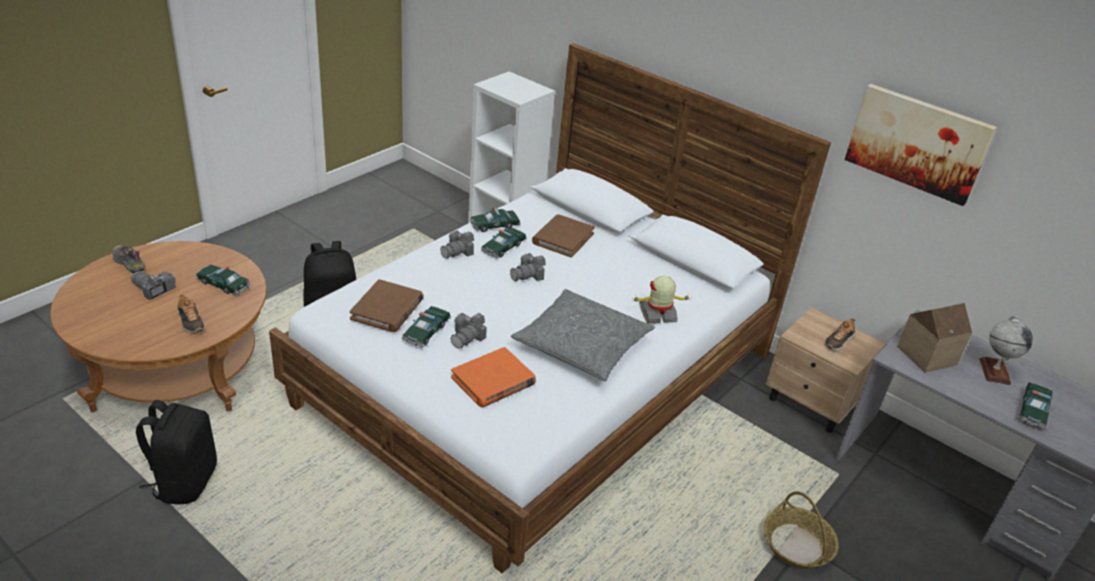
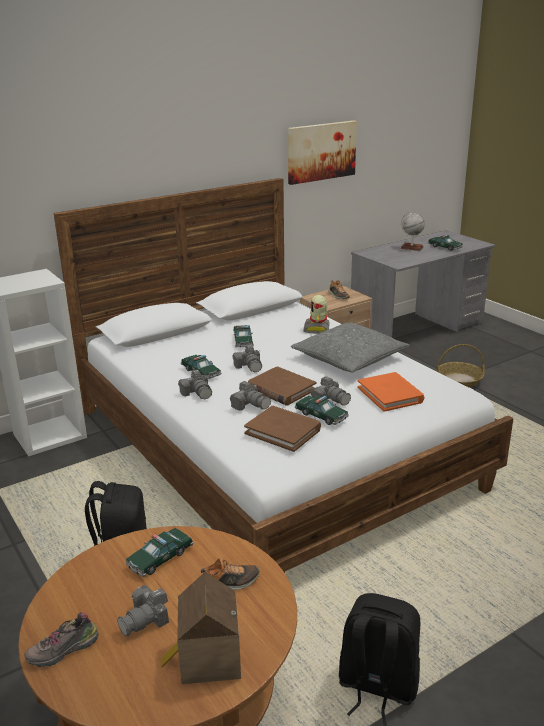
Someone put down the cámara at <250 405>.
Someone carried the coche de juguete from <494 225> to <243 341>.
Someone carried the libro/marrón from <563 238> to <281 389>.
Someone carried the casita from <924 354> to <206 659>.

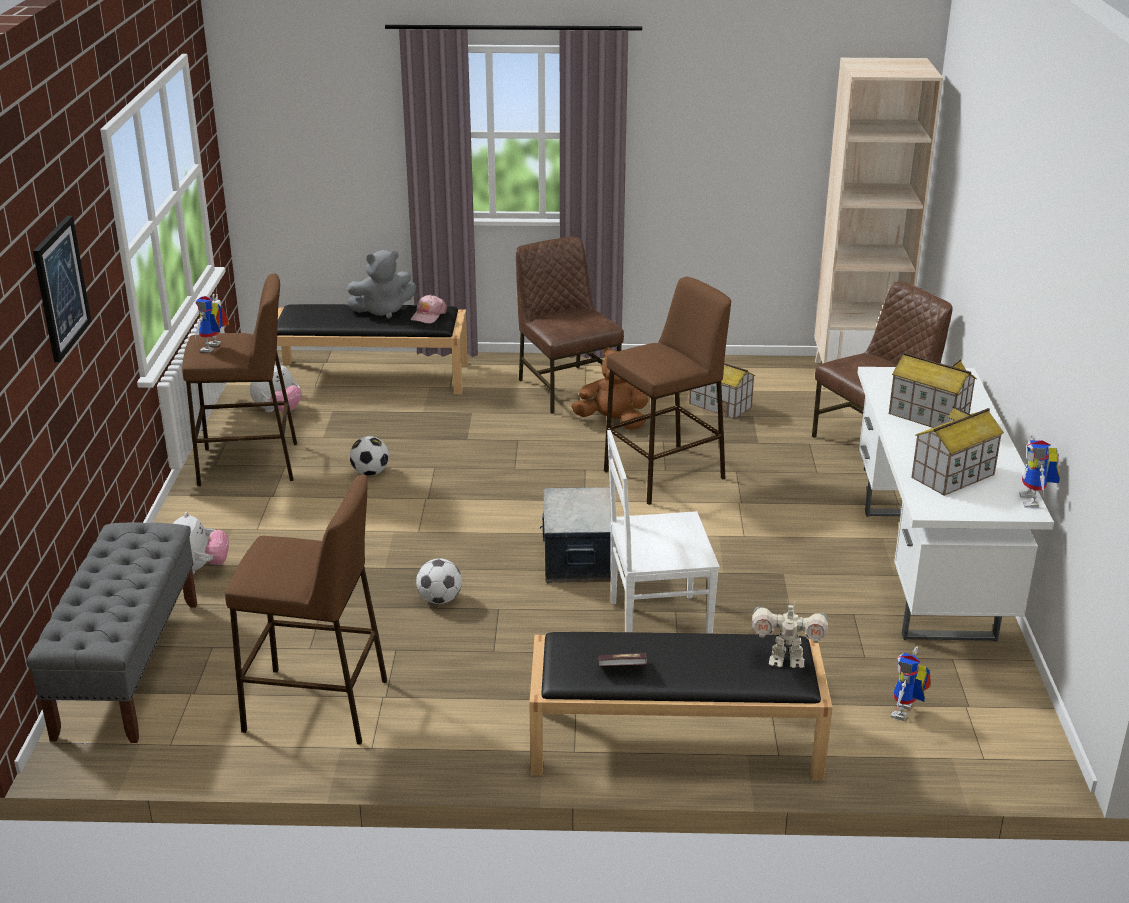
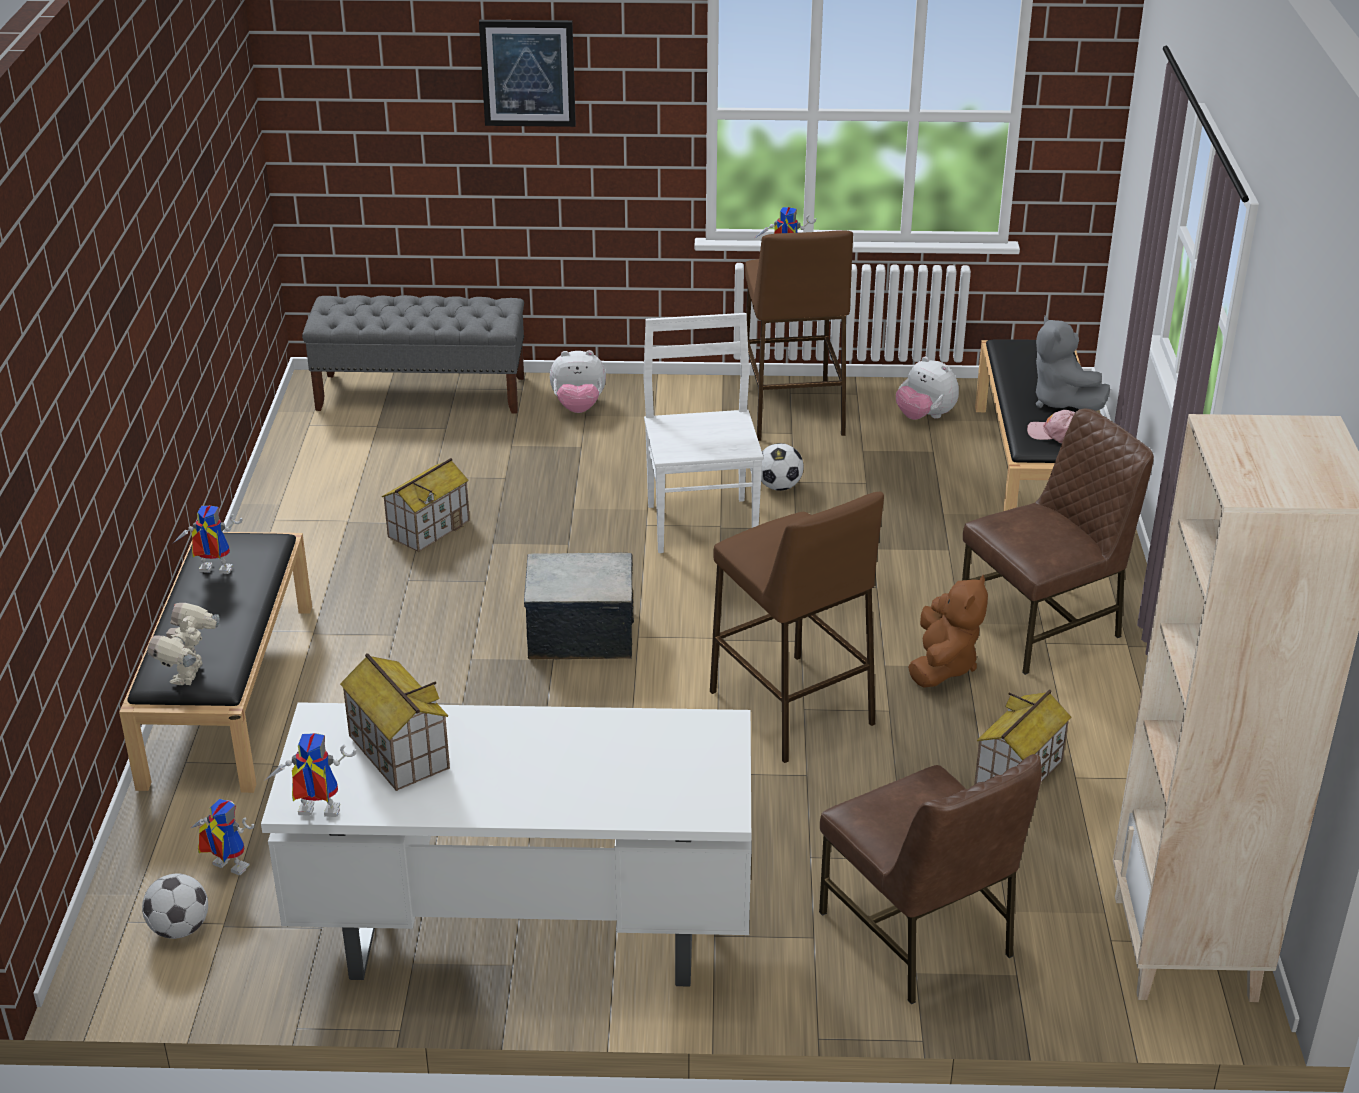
Someone took away the taburete/marrón at <317 706>.
Someone carried the balón de fútbol from <440 600> to <180 928>.
Someone carried the silla/blanco from <655 625> to <701 523>.
Someone carried the casita from <927 416> to <429 528>.
Someone swapped the libro at <622 668> for the robot de juguete at <211 572>.

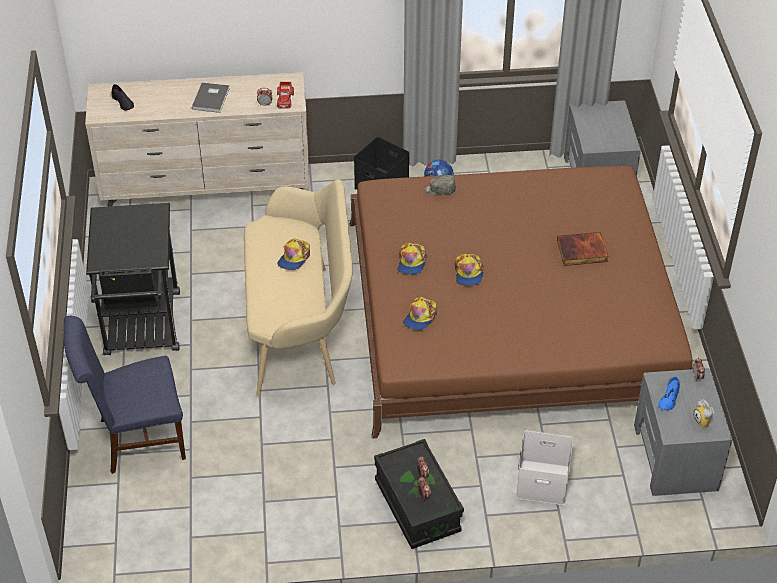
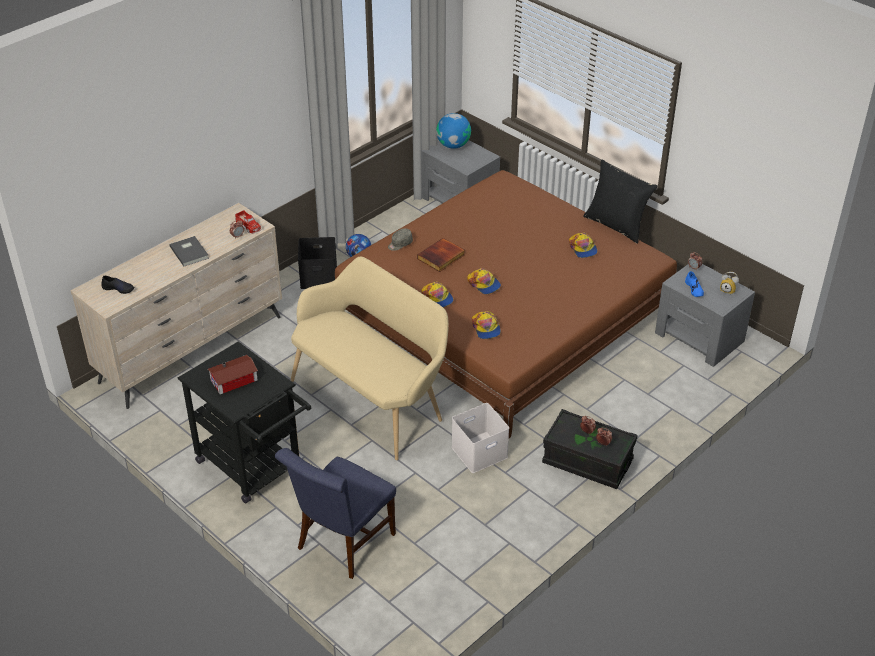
Someone put down the casita at <235 380>.
Someone put down the globo terráqueo at <453 145>.
Someone put down the cojín/negro at <616 225>.
Someone carried the gorra from <294 258> to <583 248>.
Someone carried the caja de almacenaje/blanco from <544 481> to <479 451>.
Someone carried the libro from <581 252> to <441 257>.

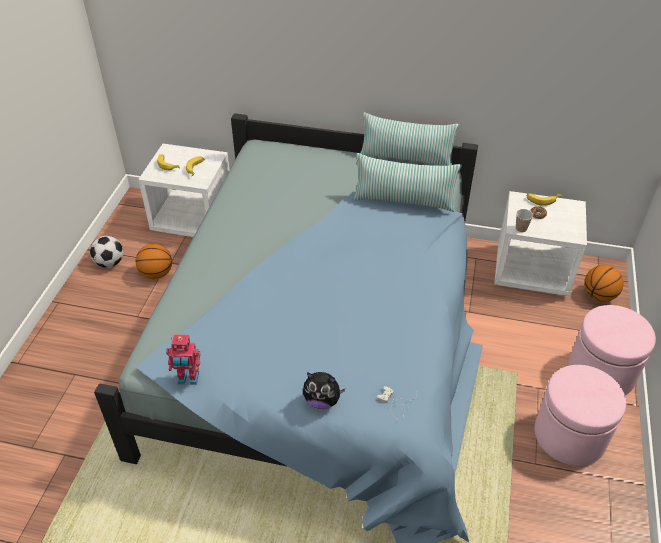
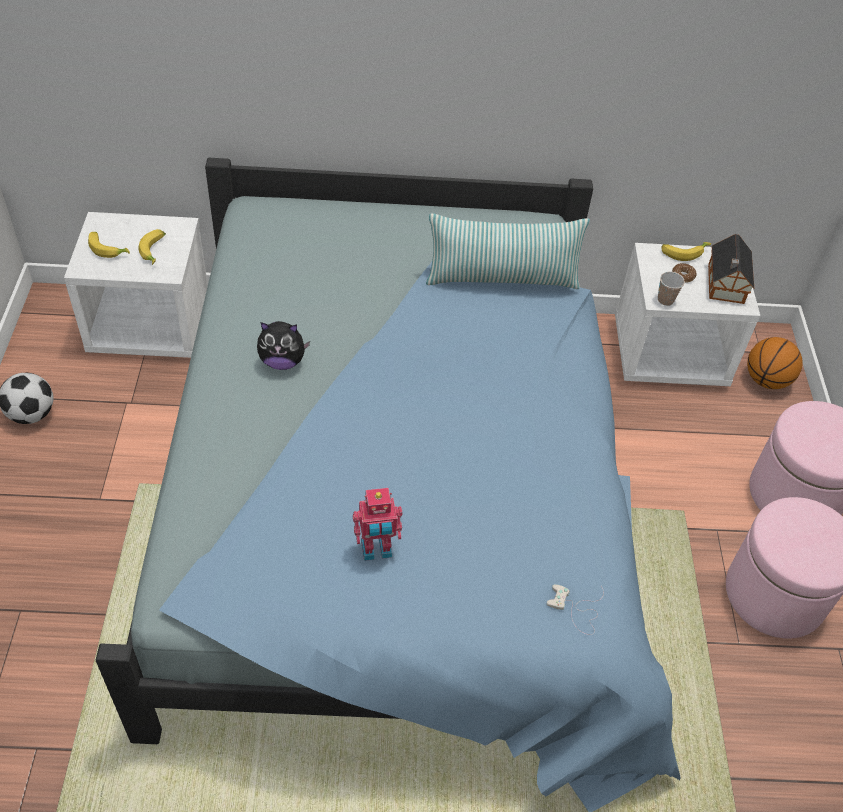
Someone took away the balón de baloncesto at <156 273>.
Someone took away the cojín at <406 158>.
Someone put down the casita at <725 285>.
Someone carried the robot de juguete from <188 379> to <376 550>.
Someone carried the peluche from <322 400> to <282 361>.

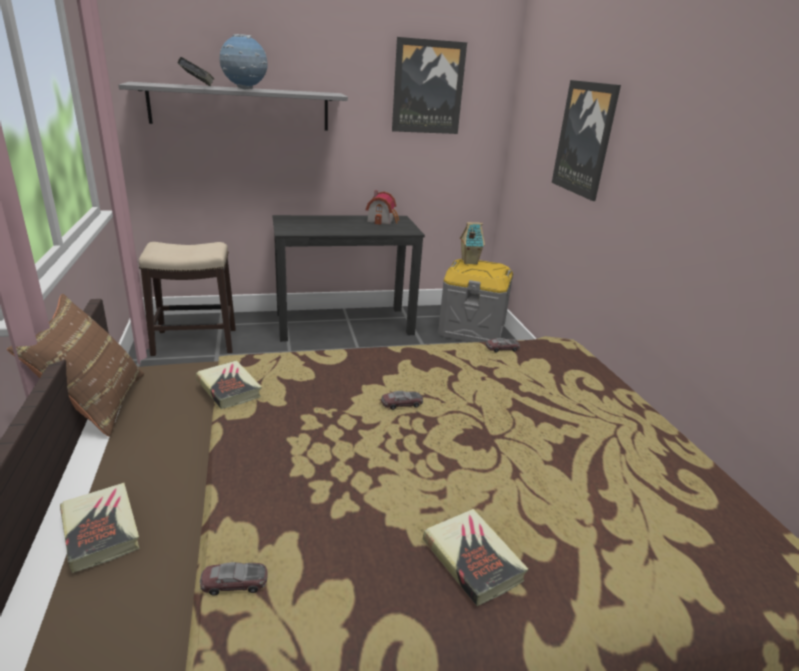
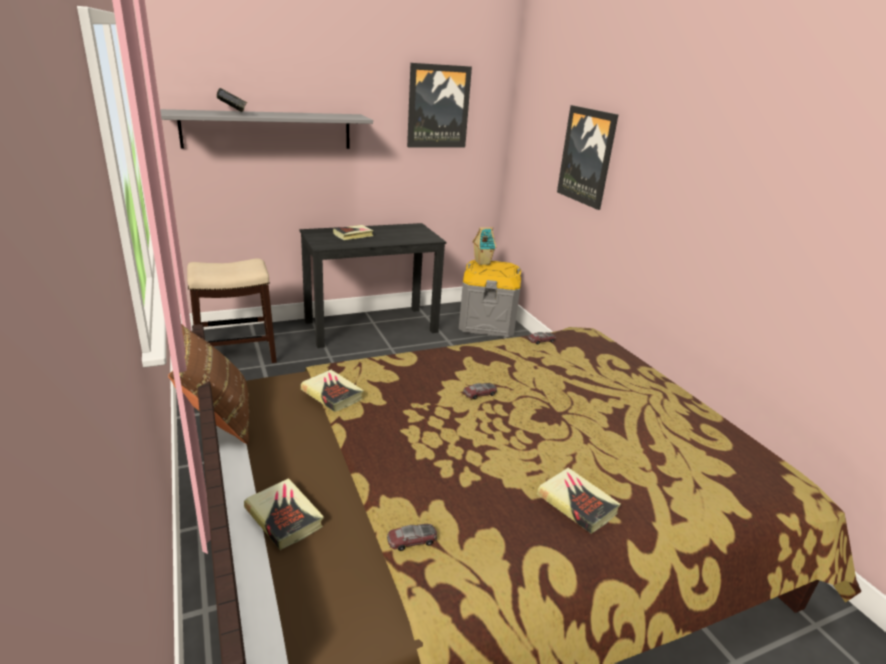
Someone took away the globo terráqueo at <245 89>.
Someone took away the casita at <382 220>.
Someone put down the libro at <353 235>.

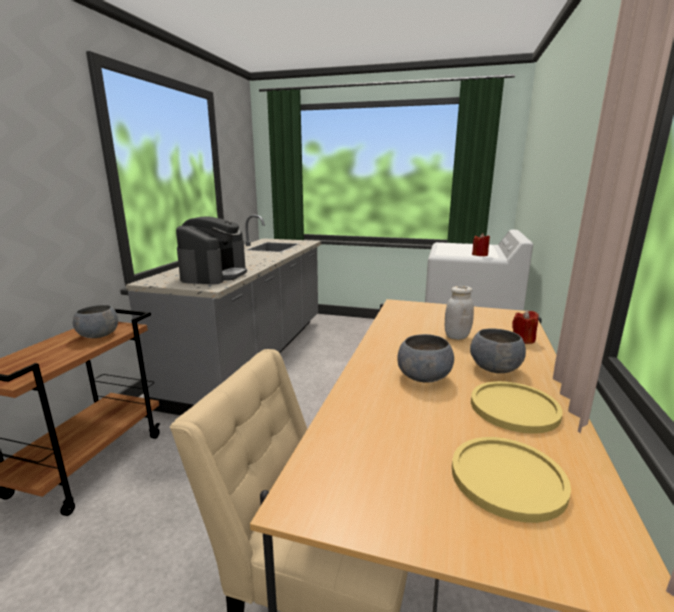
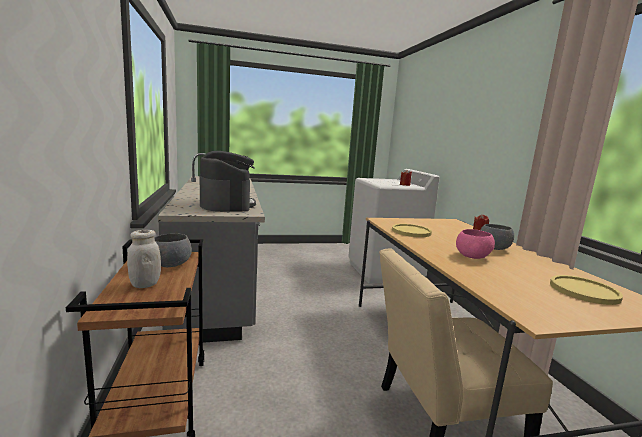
Someone carried the tarro/blanco from <456 336> to <145 284>.
Someone carried the plato/amarillo from <514 408> to <411 231>.
Someone repainted the cuenco/gris at <422 377>, which became the cuenco/rosa at <471 256>.

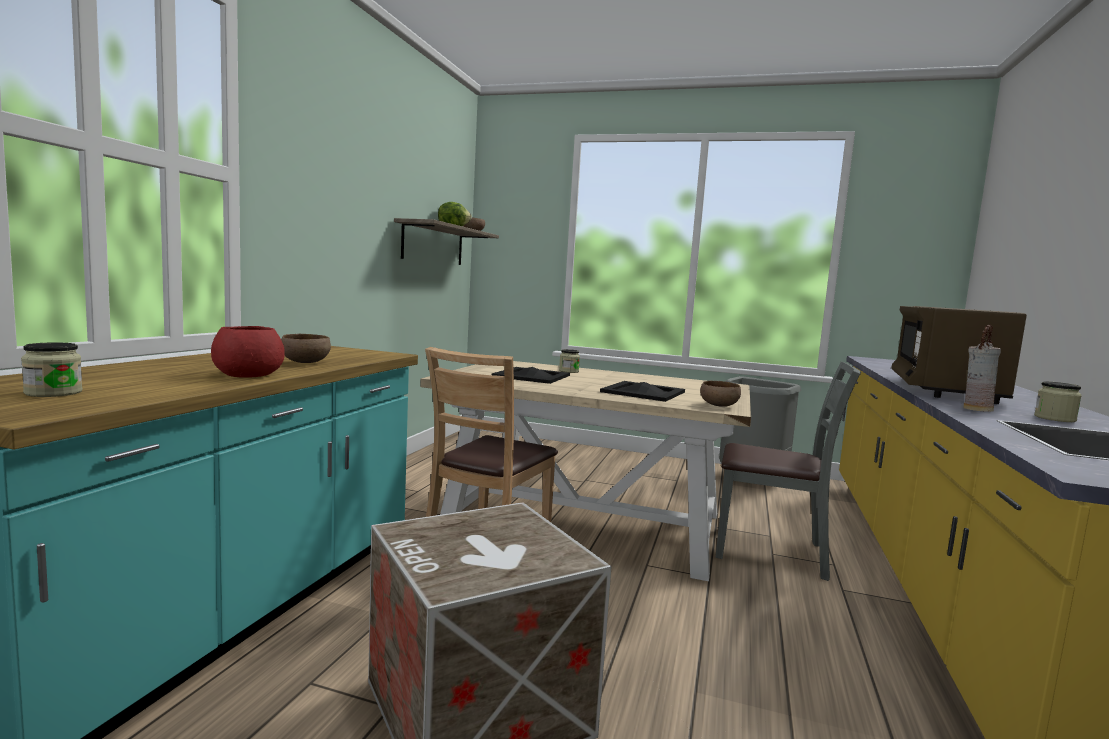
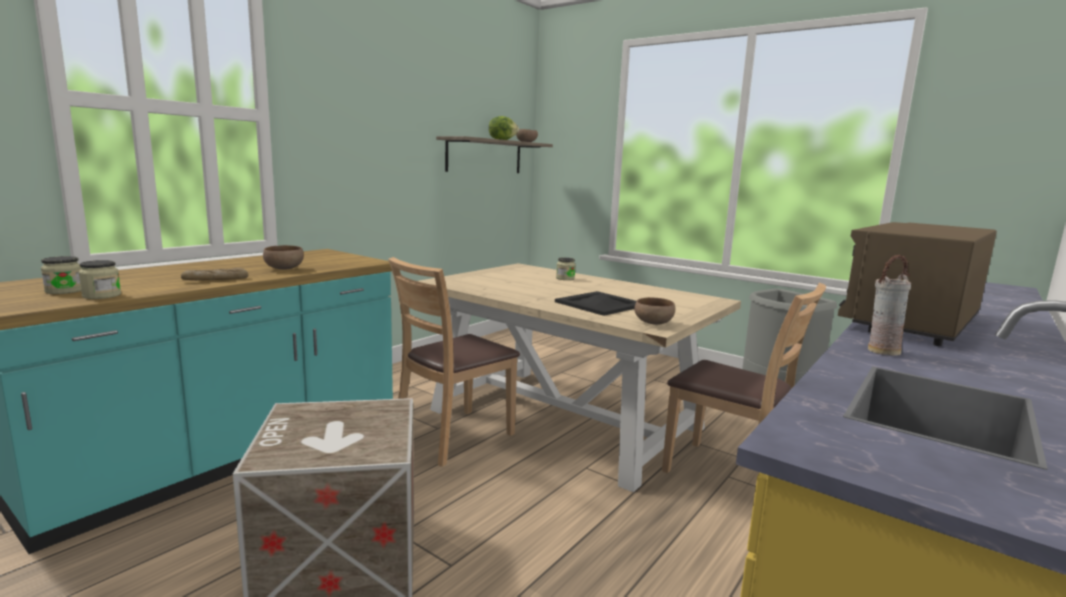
Someone took away the bandeja/negro at <532 376>.
Someone carried the tarro from <1055 418> to <102 295>.
Someone swapped the cuenco/rojo at <247 375> for the pan at <216 280>.
Someone repainted the silla/gris at <771 552>, which became the silla/marrón at <729 474>.

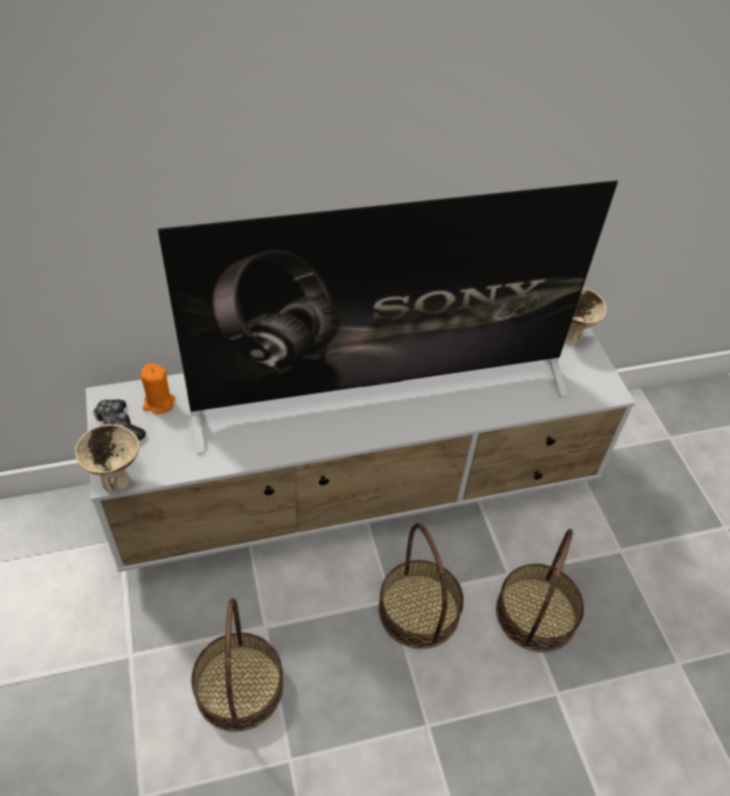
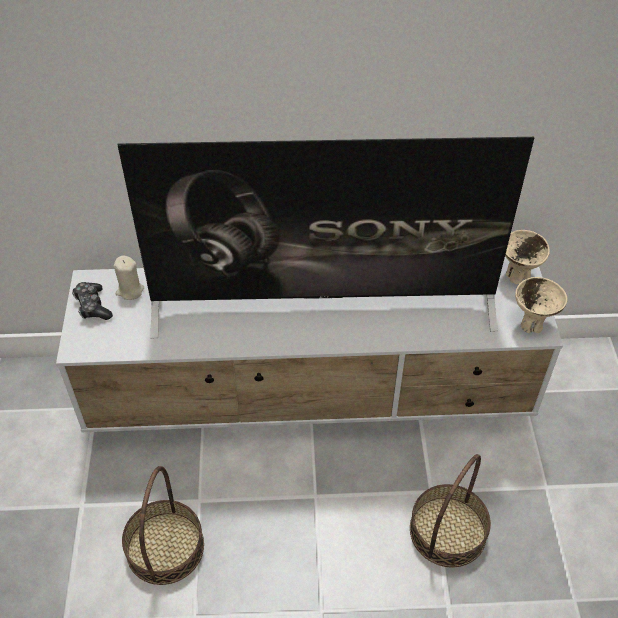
Someone took away the cesta at <419 610>.
Someone carried the cuenco/beis from <116 479> to <531 324>.
Someone repainted the vela/naranja at <159 403>, which became the vela/beis at <130 291>.

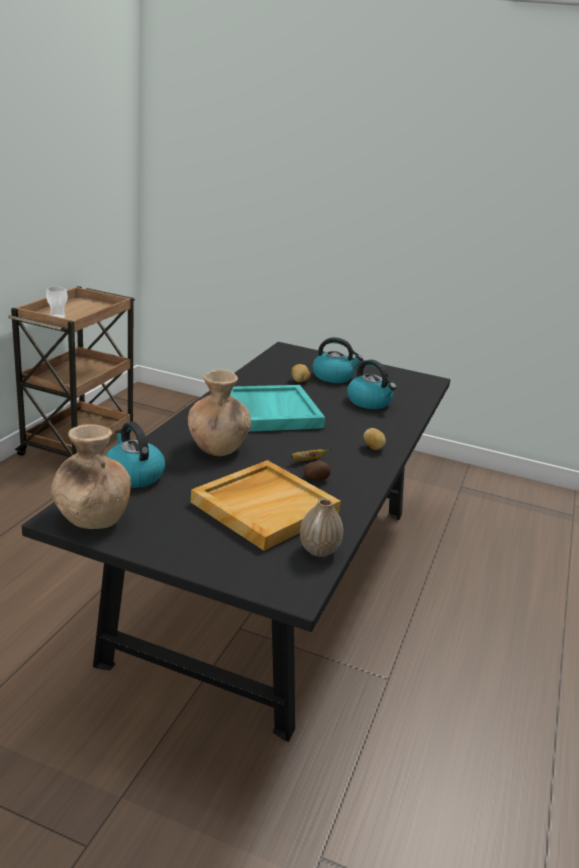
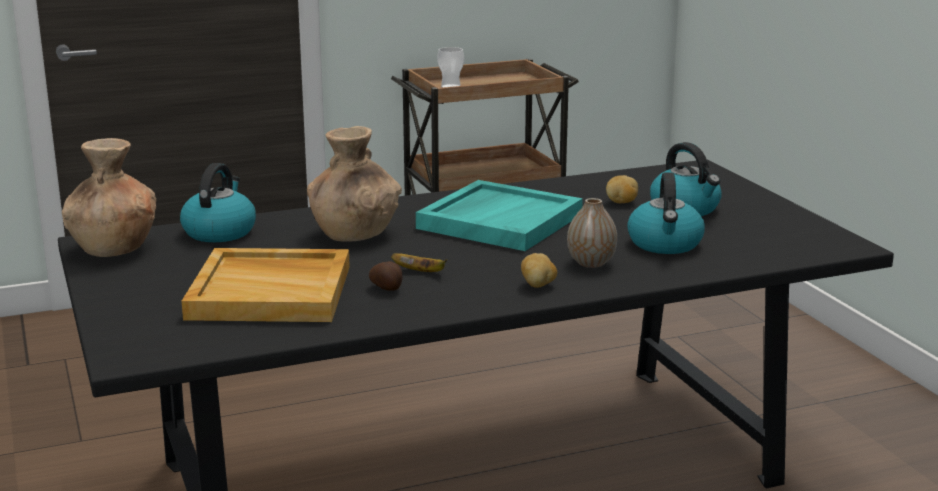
Someone carried the florero from <318 550> to <591 263>.

